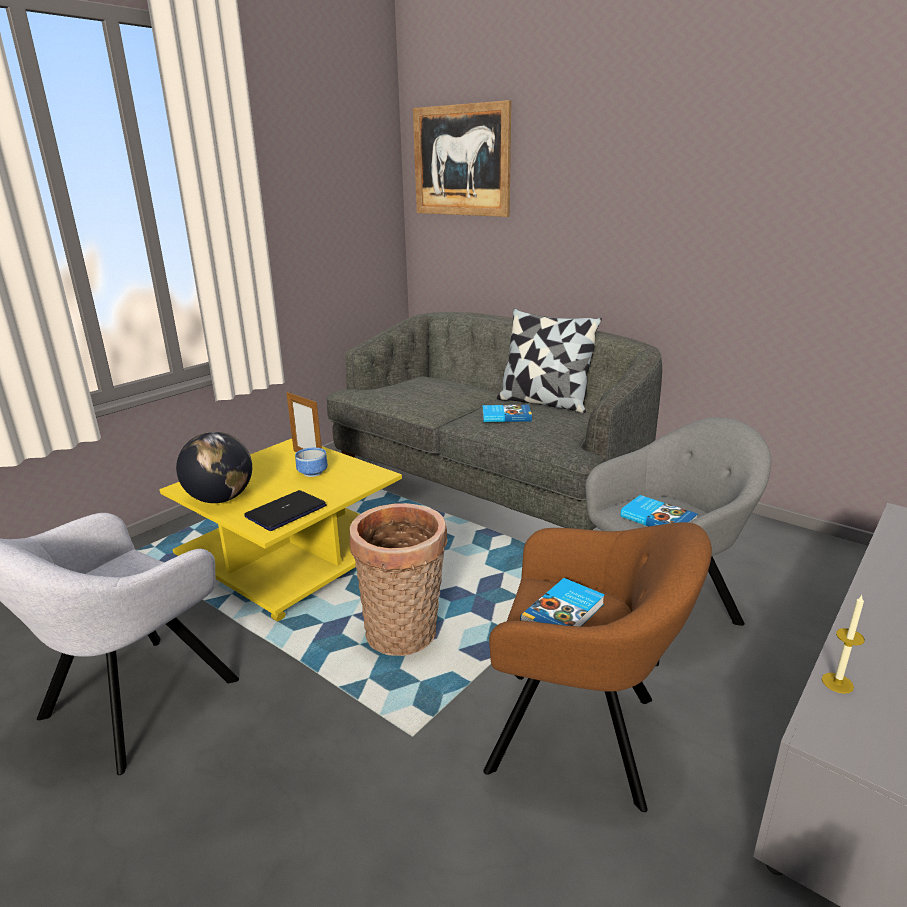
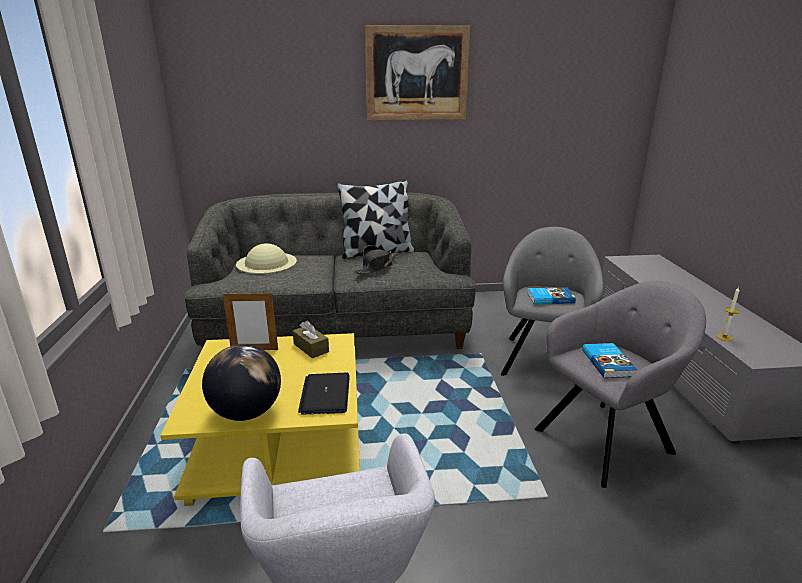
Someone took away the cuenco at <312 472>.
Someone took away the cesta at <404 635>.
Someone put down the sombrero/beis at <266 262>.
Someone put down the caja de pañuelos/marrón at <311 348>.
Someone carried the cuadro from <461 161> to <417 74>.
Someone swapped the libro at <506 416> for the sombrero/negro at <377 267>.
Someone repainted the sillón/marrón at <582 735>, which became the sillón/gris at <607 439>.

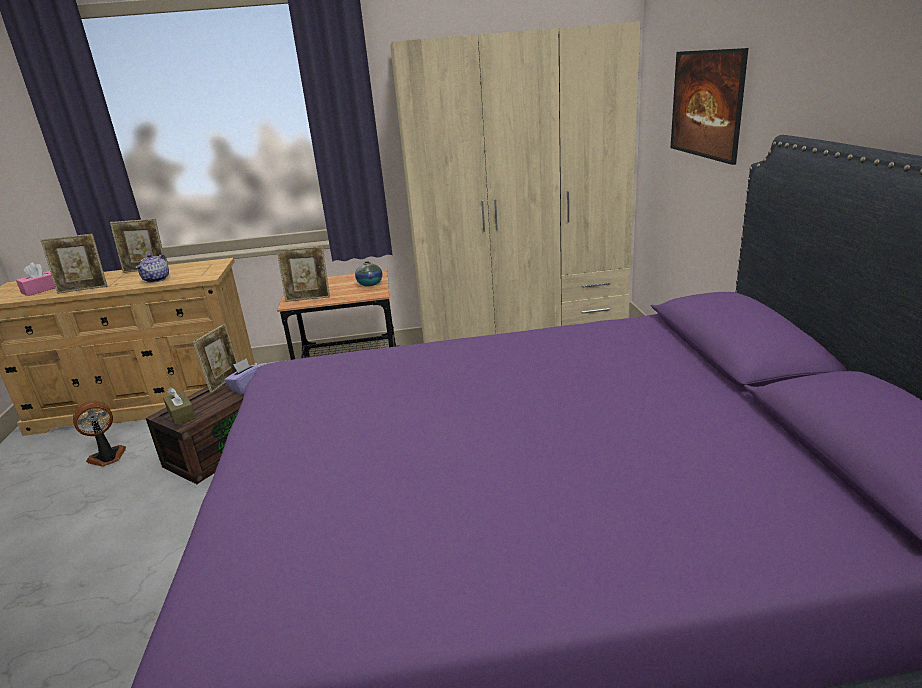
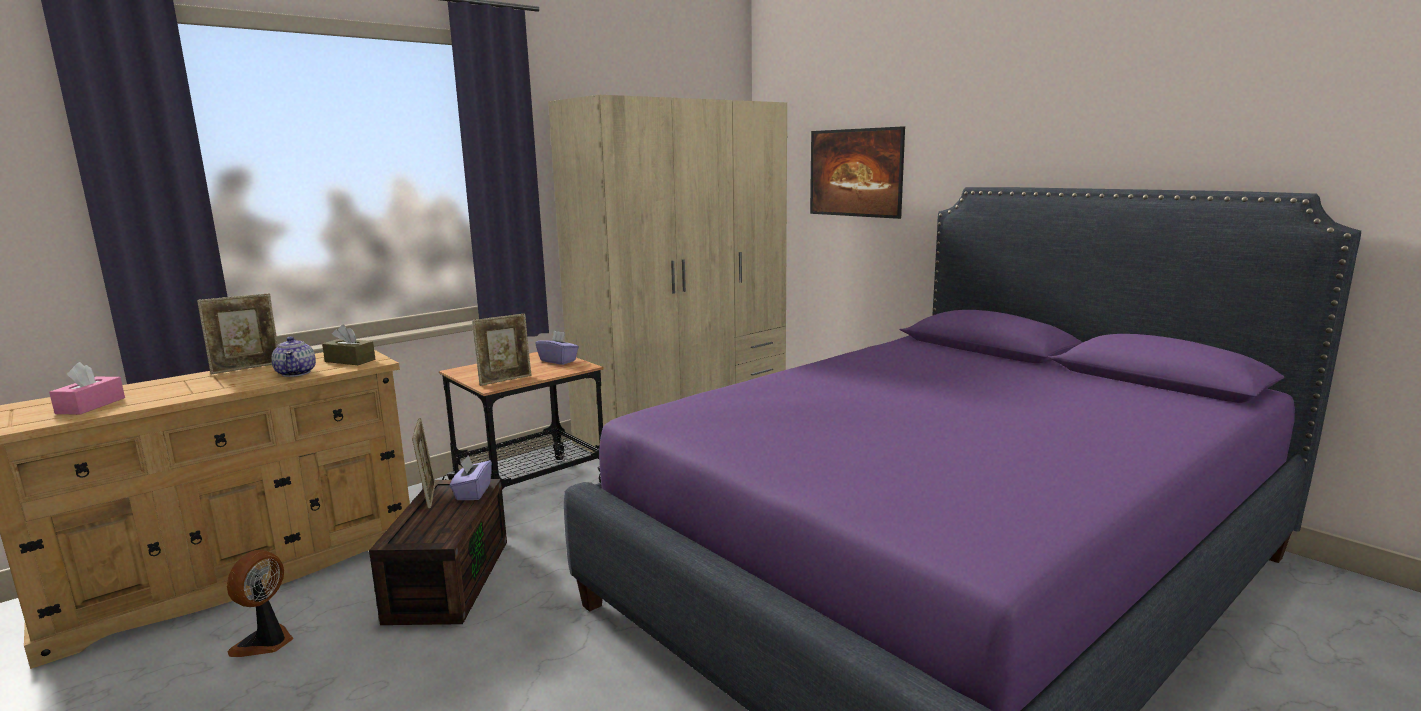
Someone took away the portarretratos at <84 289>.
Someone carried the caja de pañuelos/marrón from <181 414> to <350 360>.
Someone swapped the florero at <370 284> for the caja de pañuelos/morado at <558 361>.

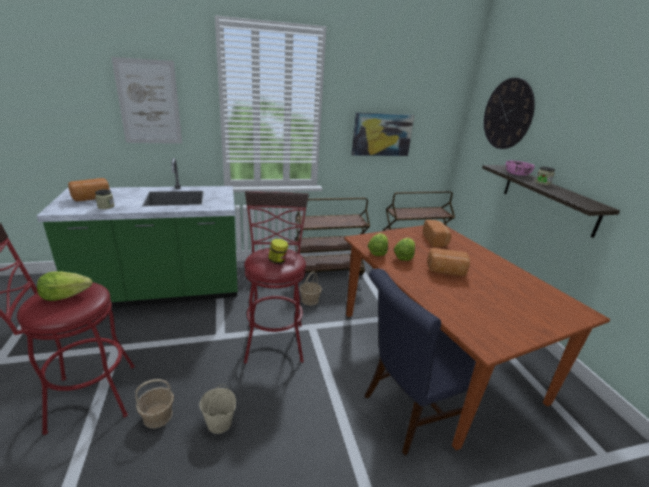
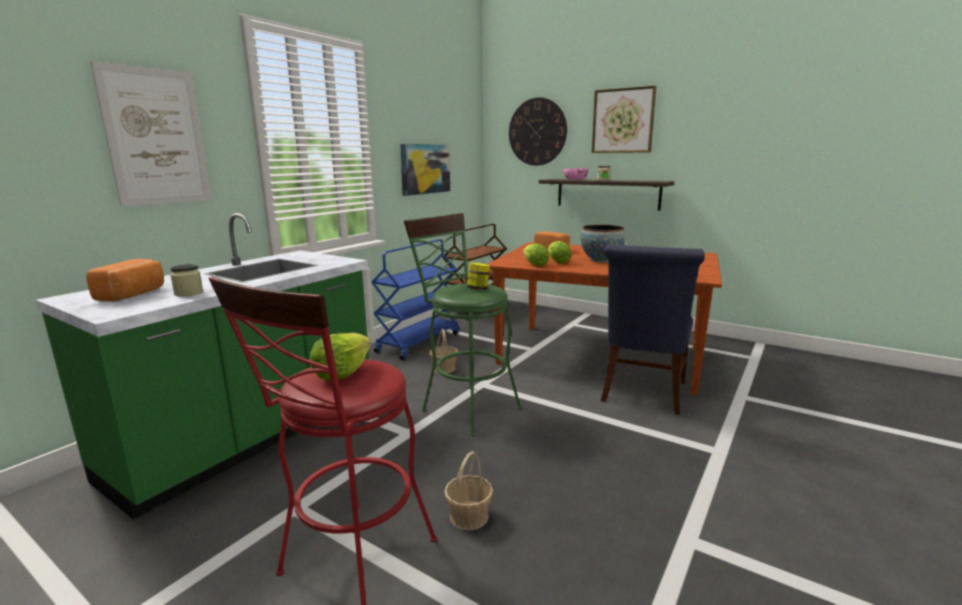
Someone took away the cubo/beis at <220 423>.
Someone put up the cuadro at <623 121>.
Someone swapped the pan at <446 271> for the cuenco at <601 260>.
Someone repainted the taburete/rojo at <274 338>, which became the taburete/verde at <465 407>.
Someone repainted the carrito/marrón at <328 270>, which became the carrito/azul at <418 342>.

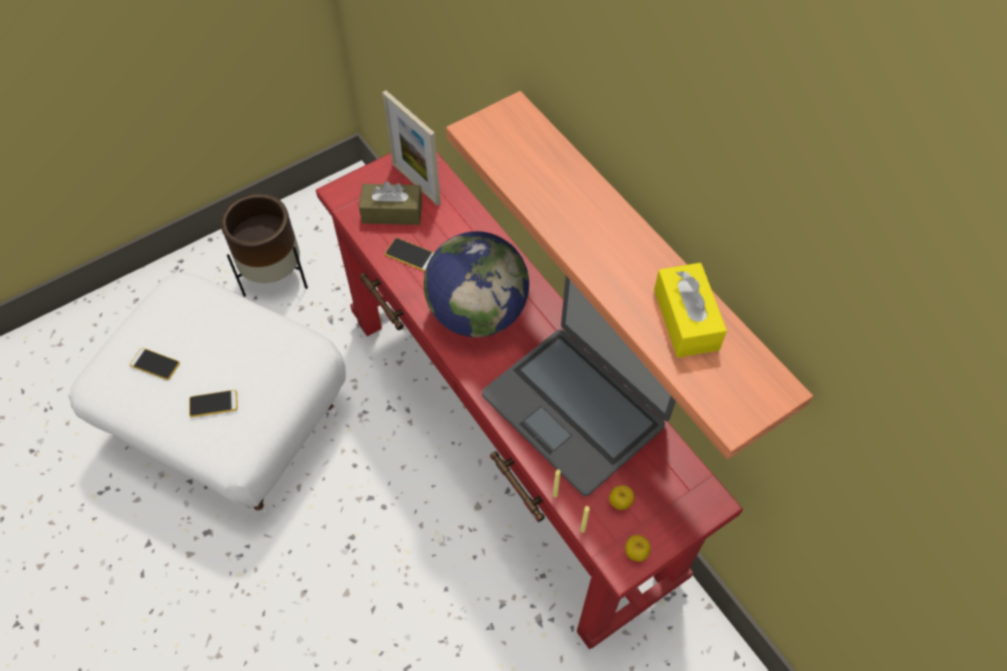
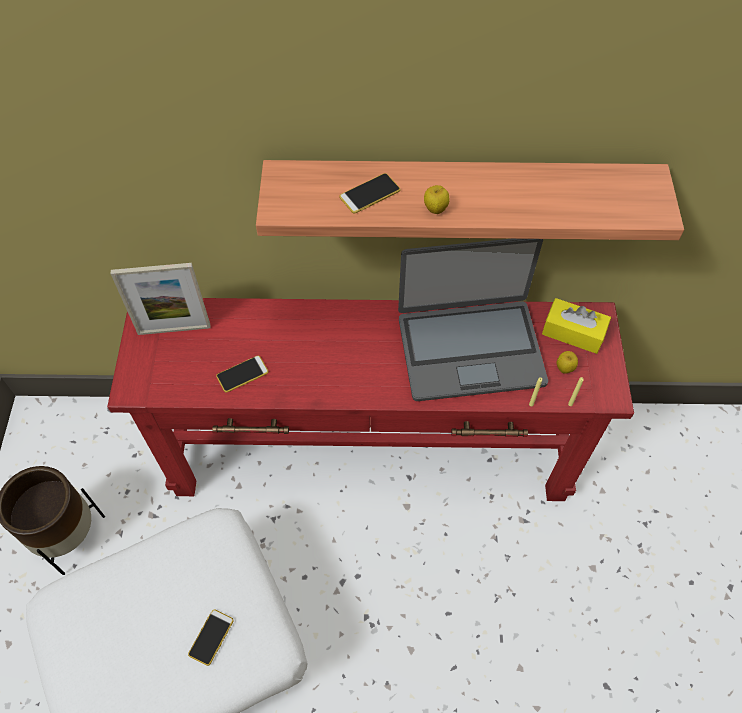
Someone took away the caja de pañuelos/marrón at <392 212>.
Someone took away the globo terráqueo at <477 313>.
Someone carried the móvil from <155 364> to <370 194>.
Someone carried the manzana from <636 553> to <435 209>.
Someone carried the caja de pañuelos/amarillo from <686 319> to <573 332>.

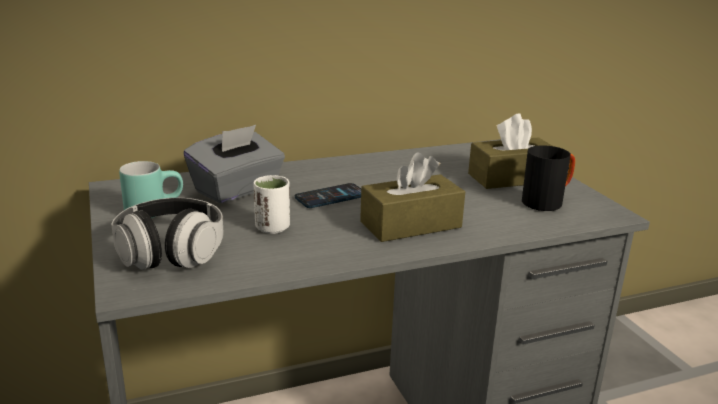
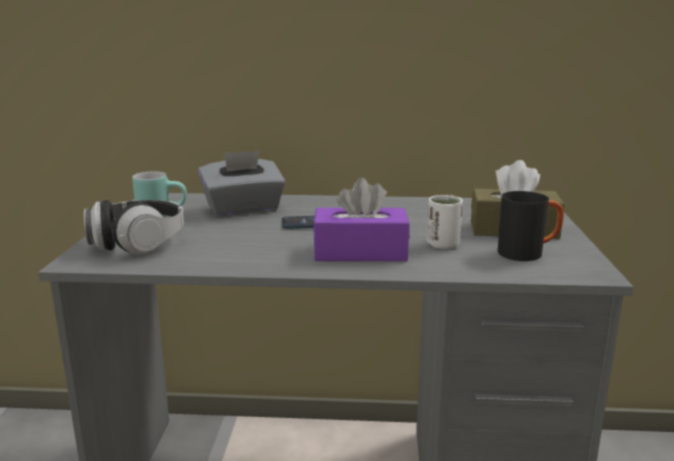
Someone carried the taza/blanco from <272 228> to <443 244>.
Someone repainted the caja de pañuelos/marrón at <410 225>, which became the caja de pañuelos/morado at <360 252>.

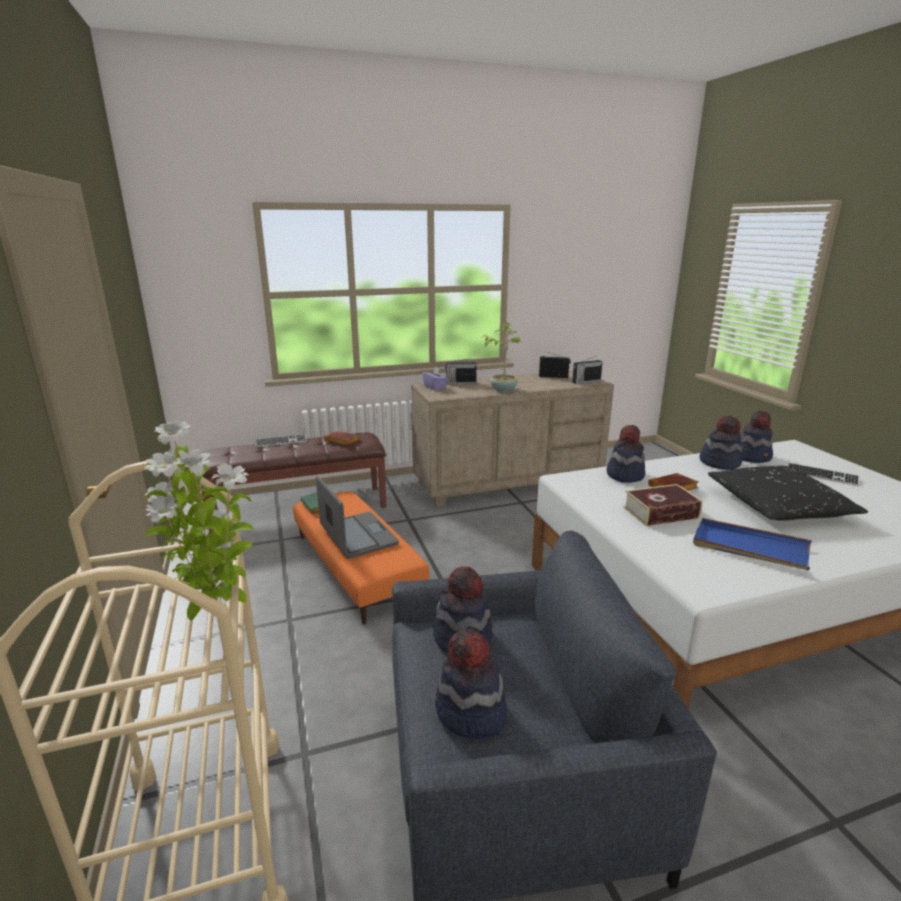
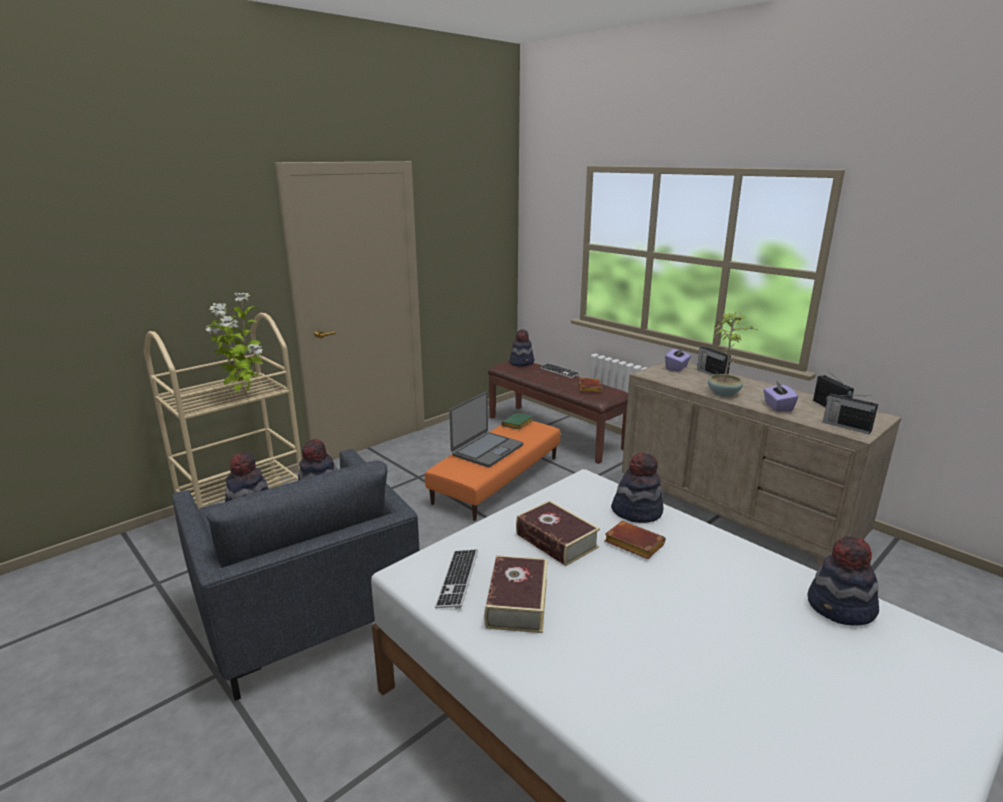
Someone took away the cojín/negro at <778 506>.
Someone put down the caja de pañuelos/morado at <777 406>.
Someone carried the sombrero from <719 463> to <522 363>.
Someone carried the teclado from <821 476> to <457 579>.
Someone swapped the bandeja/azul at <749 547> for the libro at <517 602>.

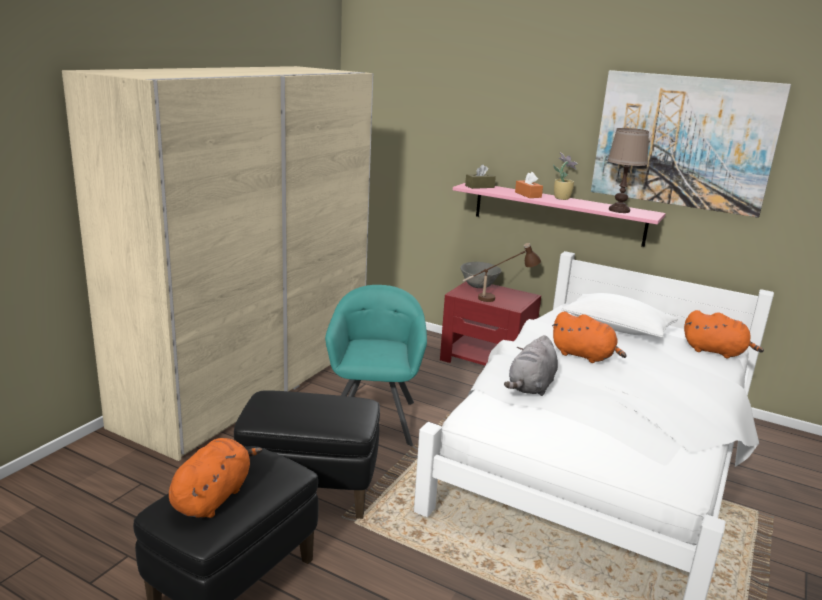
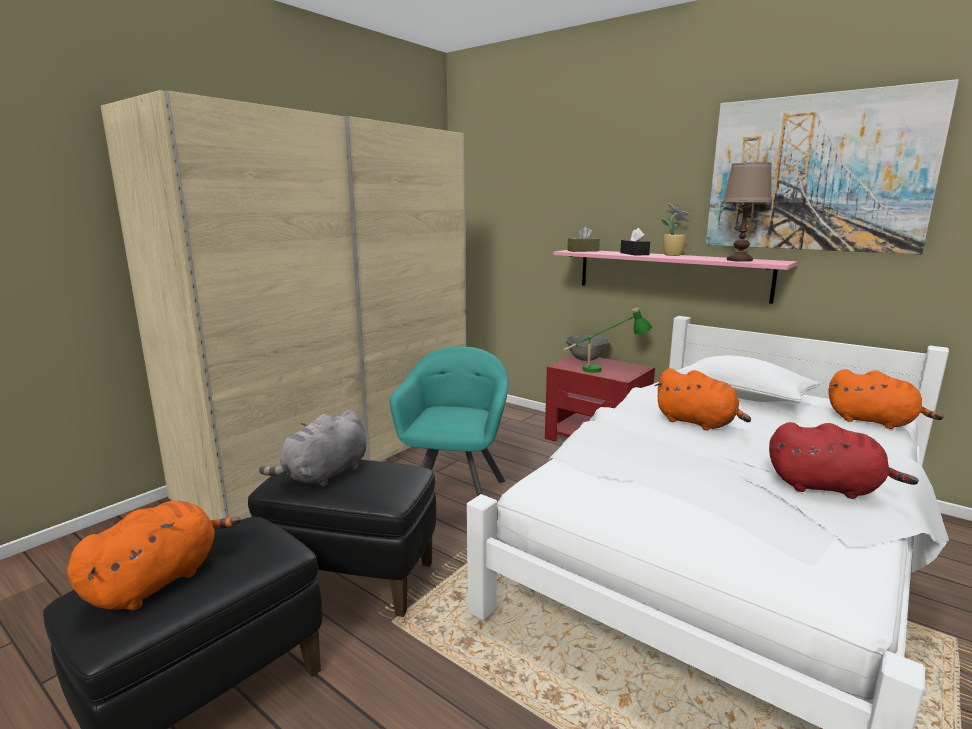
Someone put down the peluche/rojo at <827 487>.
Someone carried the peluche/gris from <531 387> to <324 475>.
Someone repainted the lámpara de mesa/marrón at <498 298>, which became the lámpara de mesa/verde at <605 369>.
Someone repainted the caja de pañuelos/naranja at <528 195>, which became the caja de pañuelos/negro at <634 254>.

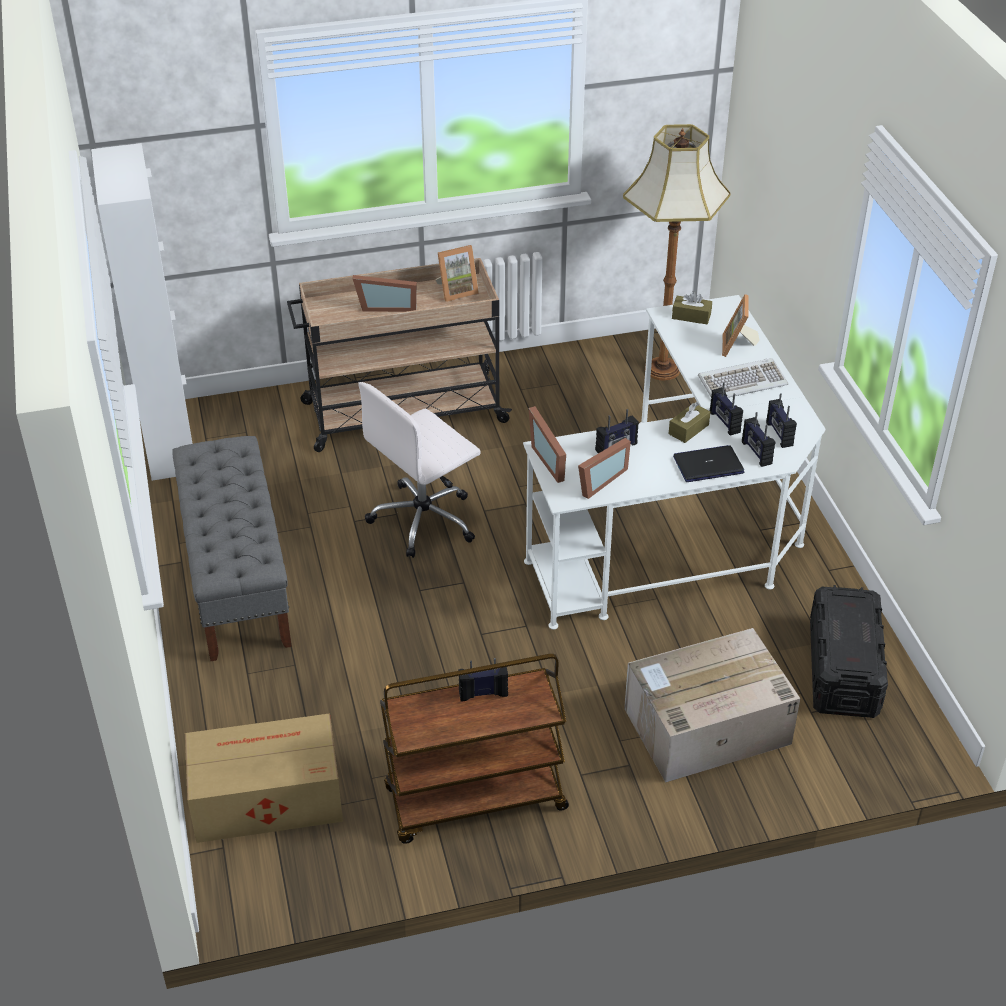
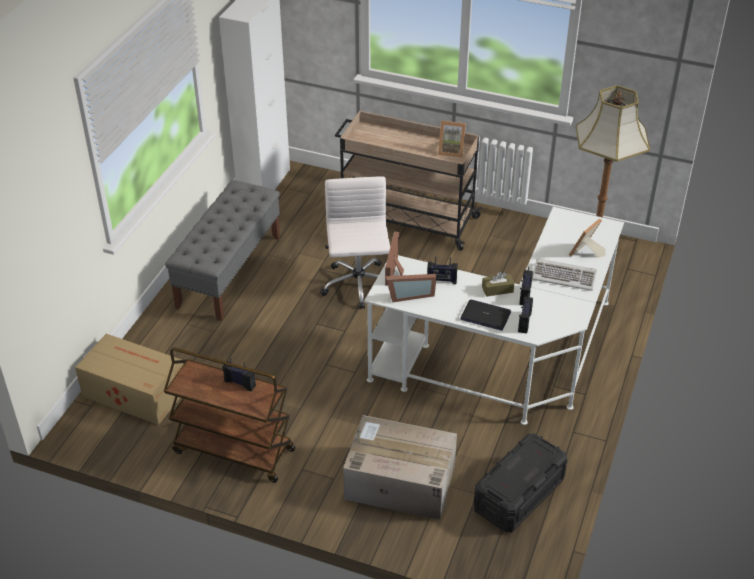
Someone took away the portarretratos at <386 306>.
Someone took away the caja de pañuelos/marrón at <691 316>.
Someone took away the radio at <778 434>.
Someone rotated the silla de oficina/blanco at <425 519> by 90 degrees clockwise.

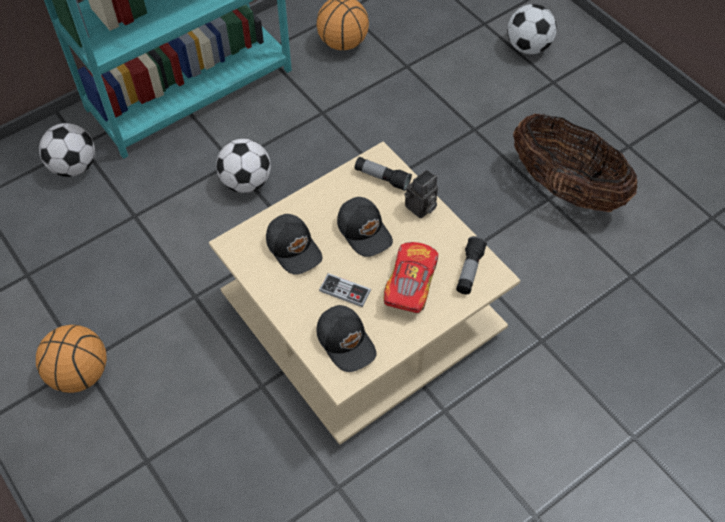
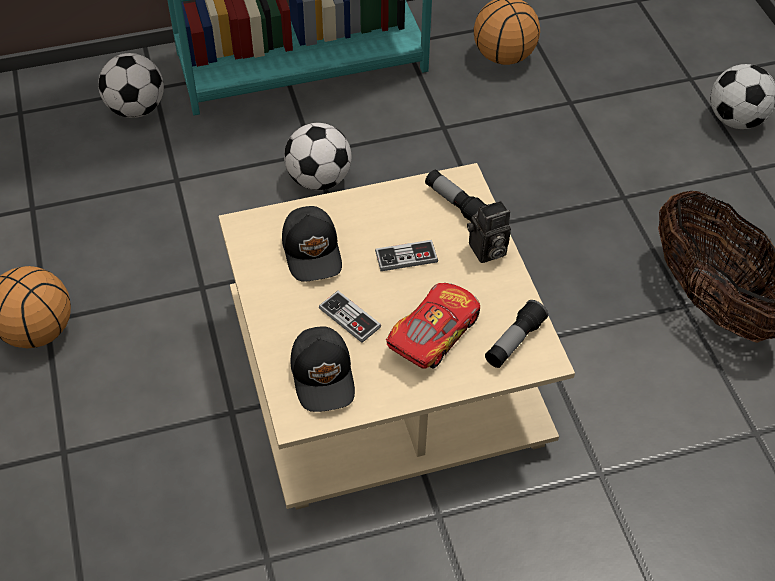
Someone swapped the gorra/negro at <365 231> for the mando de consola at <406 257>.

